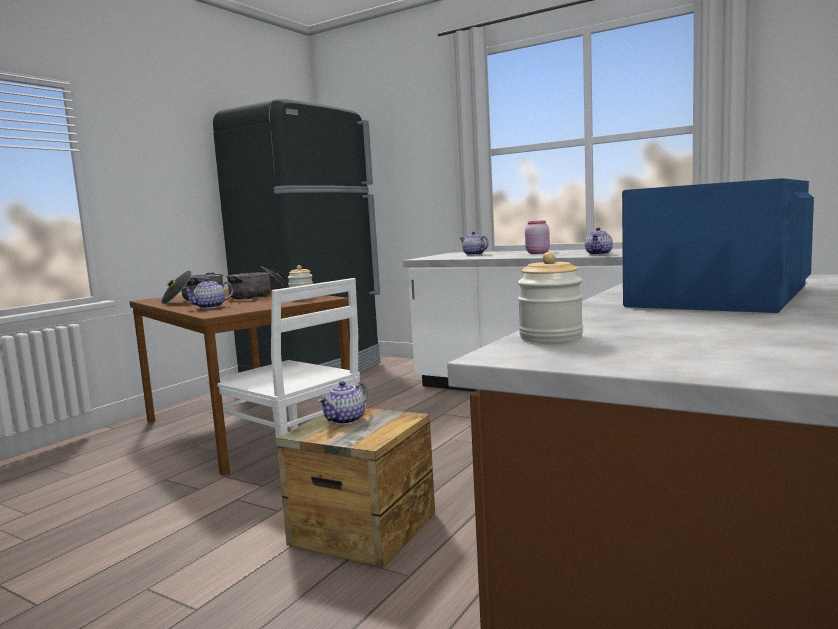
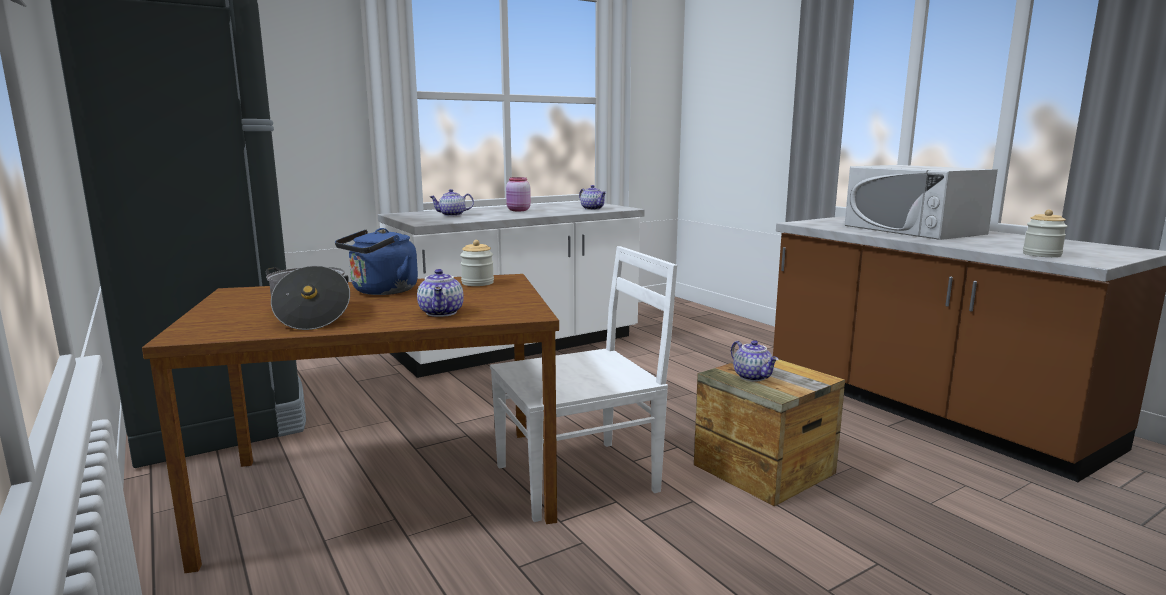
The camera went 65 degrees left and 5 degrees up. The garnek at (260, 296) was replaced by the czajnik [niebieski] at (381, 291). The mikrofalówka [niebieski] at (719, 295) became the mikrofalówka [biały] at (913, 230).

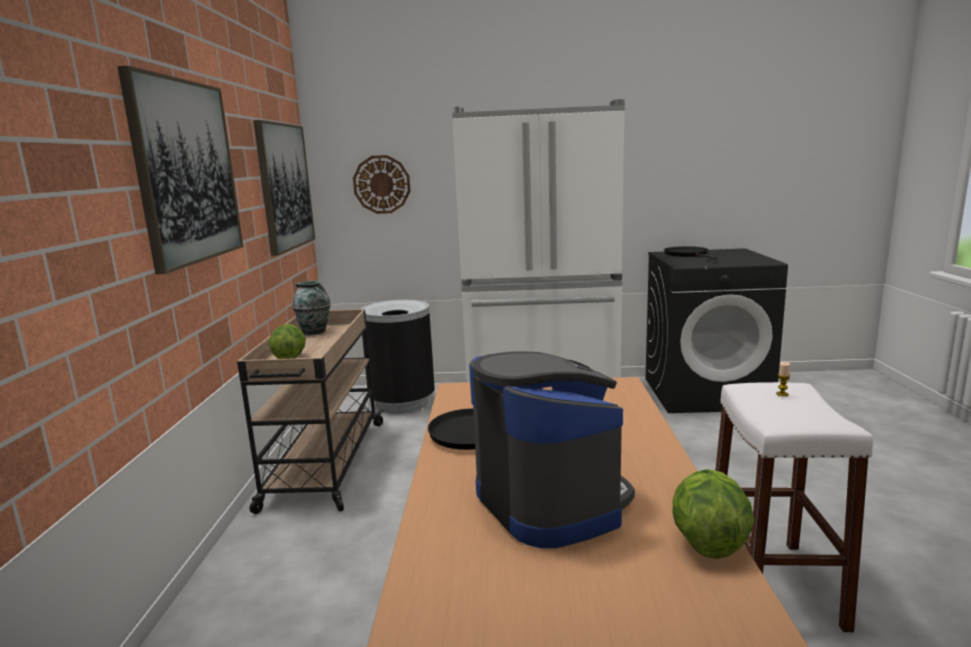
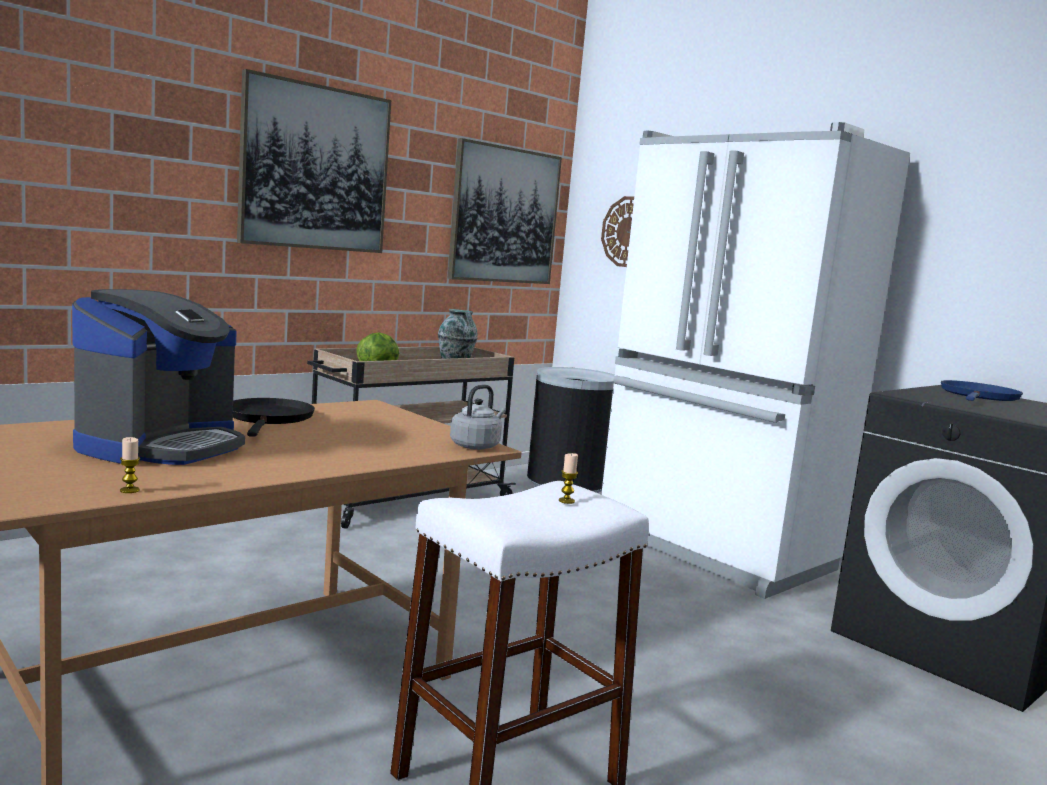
The camera went 45 degrees right and 5 degrees down. The patelnia [czarny] at (687, 255) became the patelnia [niebieski] at (979, 396). The sałata at (707, 541) was replaced by the świeca at (129, 490). The czajnik [szary] at (476, 446) appeared.

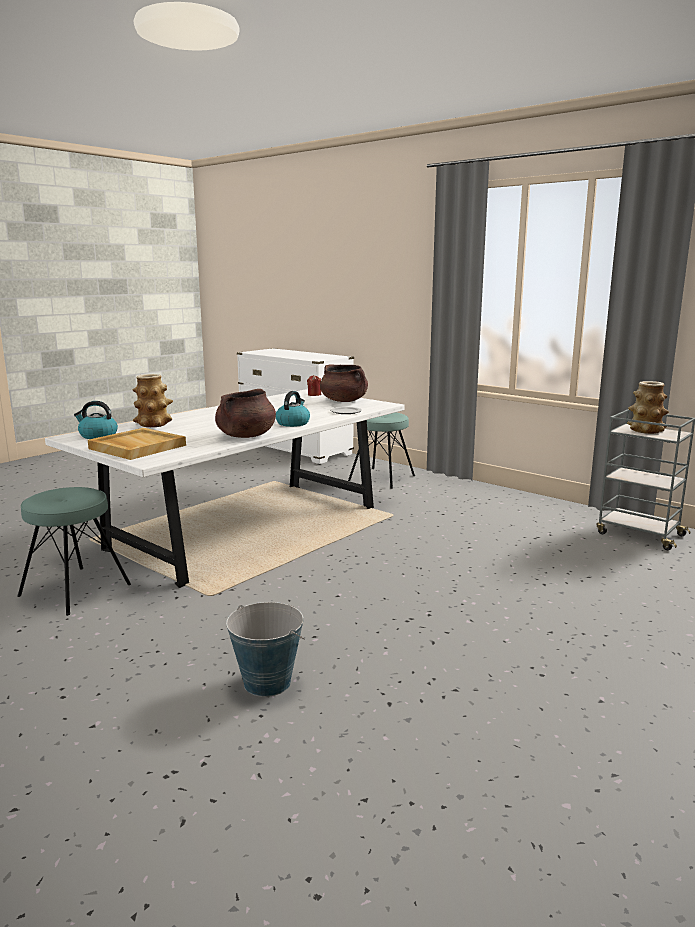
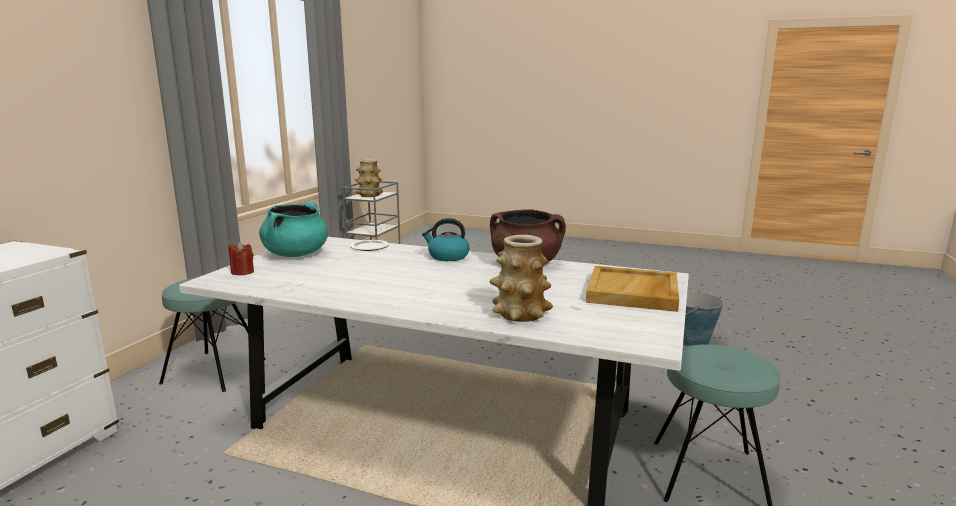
The camera went 110 degrees left and 0 degrees up. The czajnik at (97, 436) disappeared. The garnek [brązowy] at (344, 401) became the garnek [turkusowy] at (296, 254).

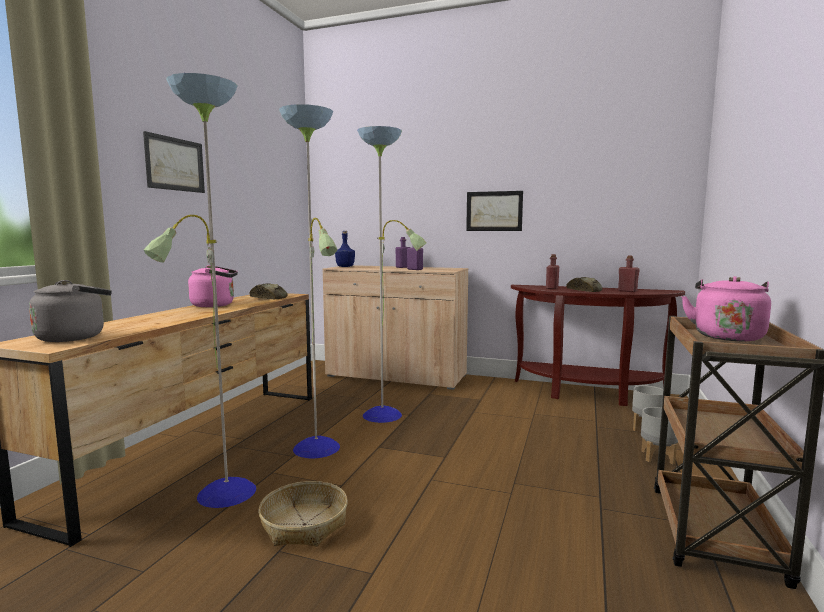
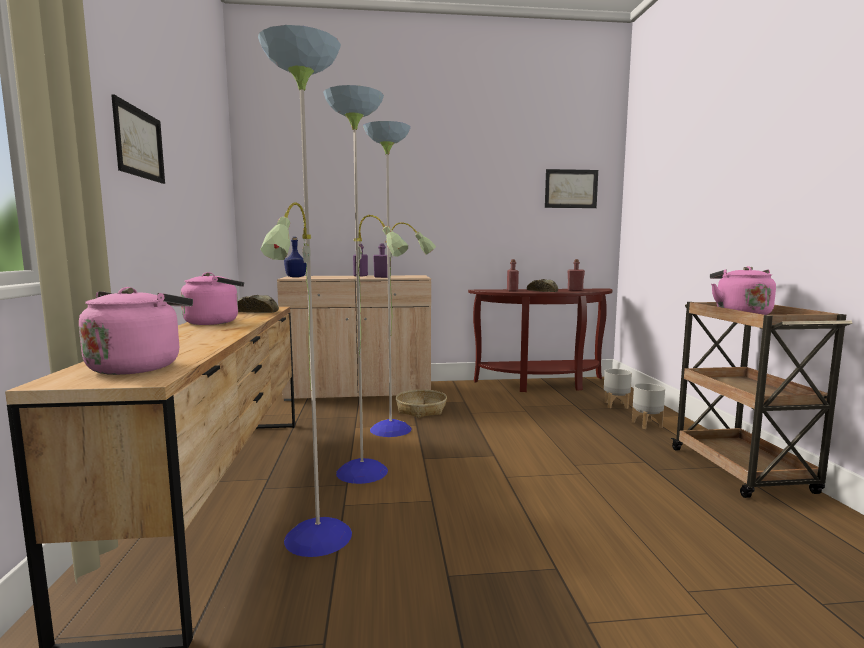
The camera went 25 degrees left and 0 degrees up. The czajnik [szary] at (75, 337) became the czajnik [różowy] at (138, 367). The koszyk moved from (304, 524) to (421, 410). The obraz moved from (494, 211) to (571, 189).

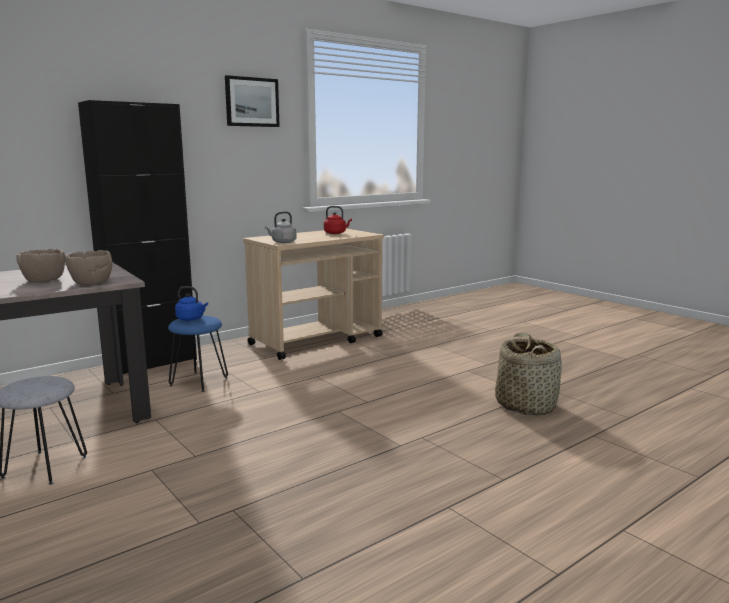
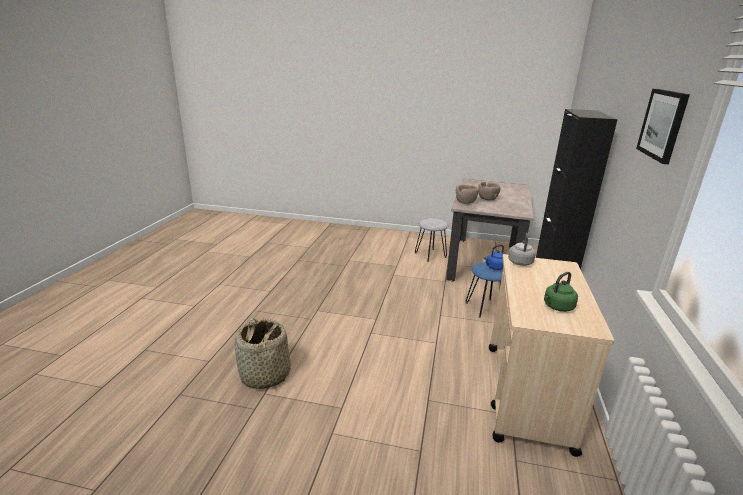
The camera went 140 degrees right and 10 degrees up. The czajnik [czerwony] at (336, 233) became the czajnik [zielony] at (557, 307).

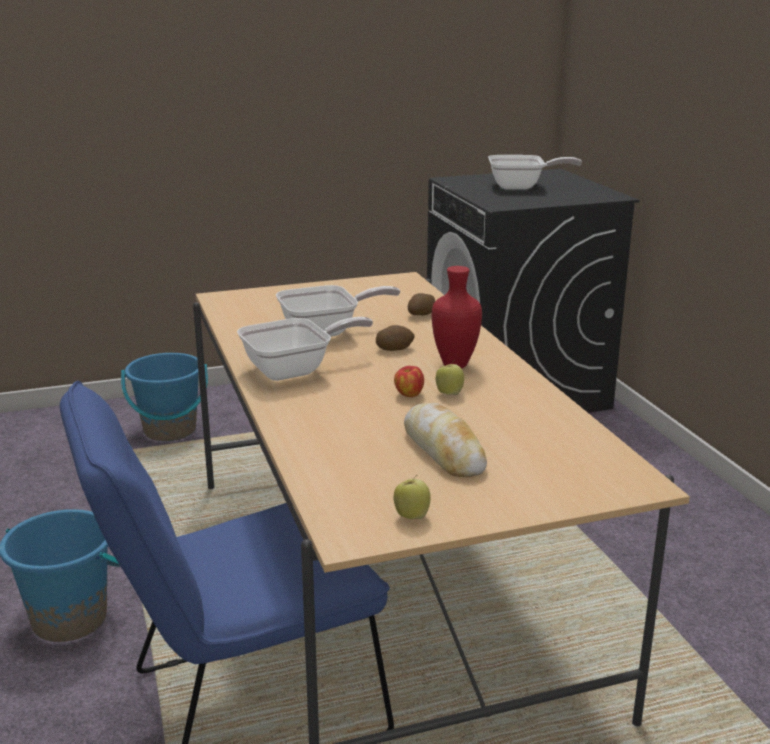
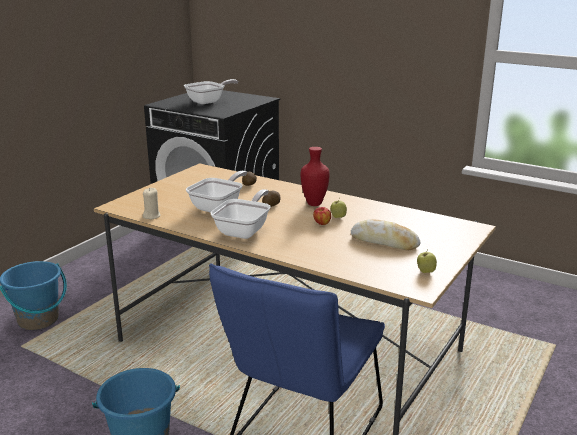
The camera went 40 degrees left and 0 degrees up. The świeca [beżowy] at (151, 216) appeared.

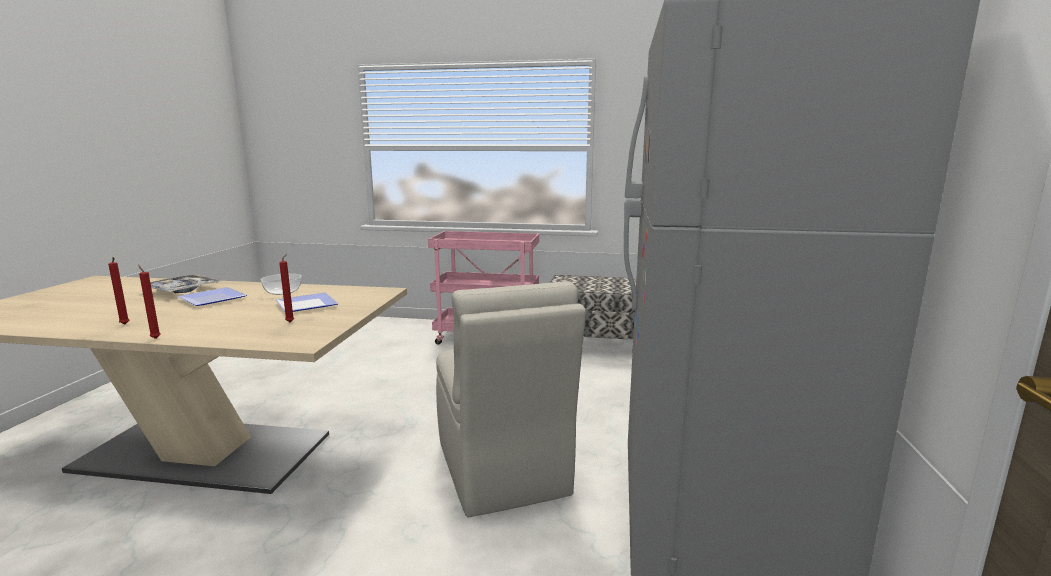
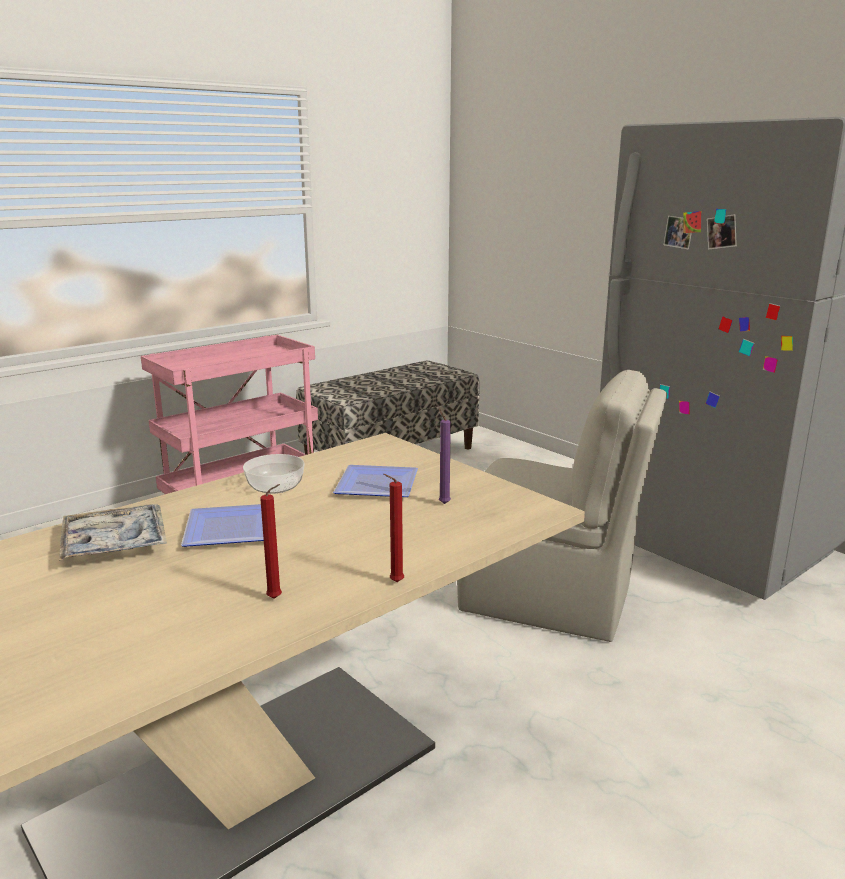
The camera went 50 degrees left and 5 degrees up. The świeca [czerwony] at (291, 322) became the świeca [fioletowy] at (443, 503).

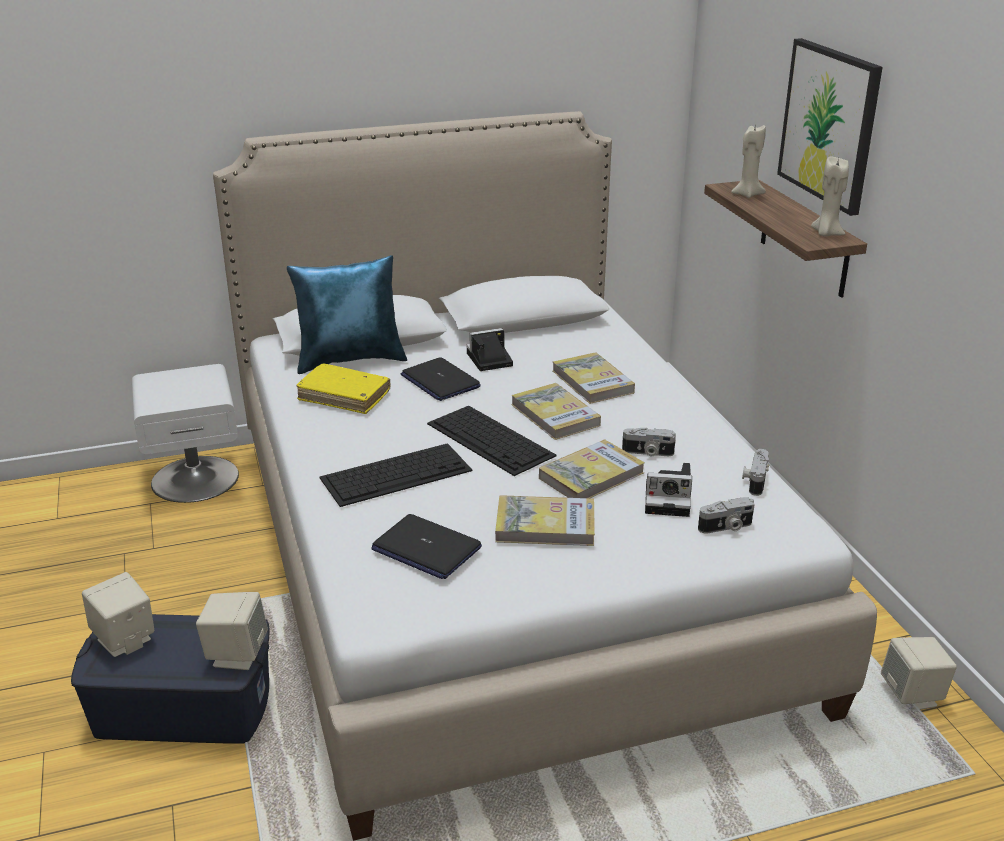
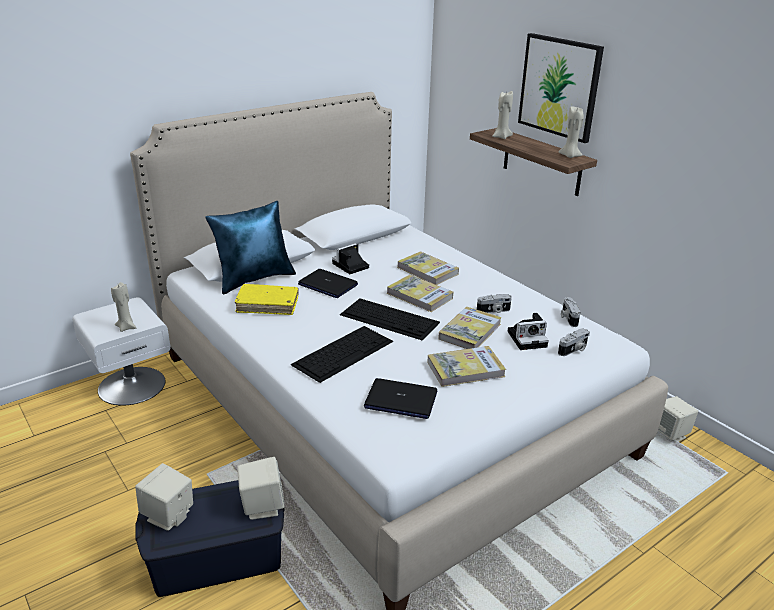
The camera went 20 degrees left and 0 degrees up. The świeca [beżowy] at (126, 327) appeared.

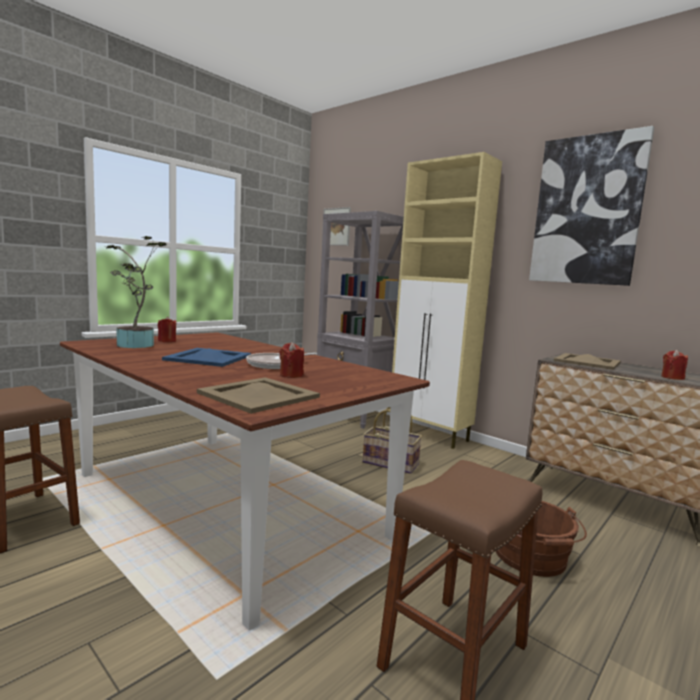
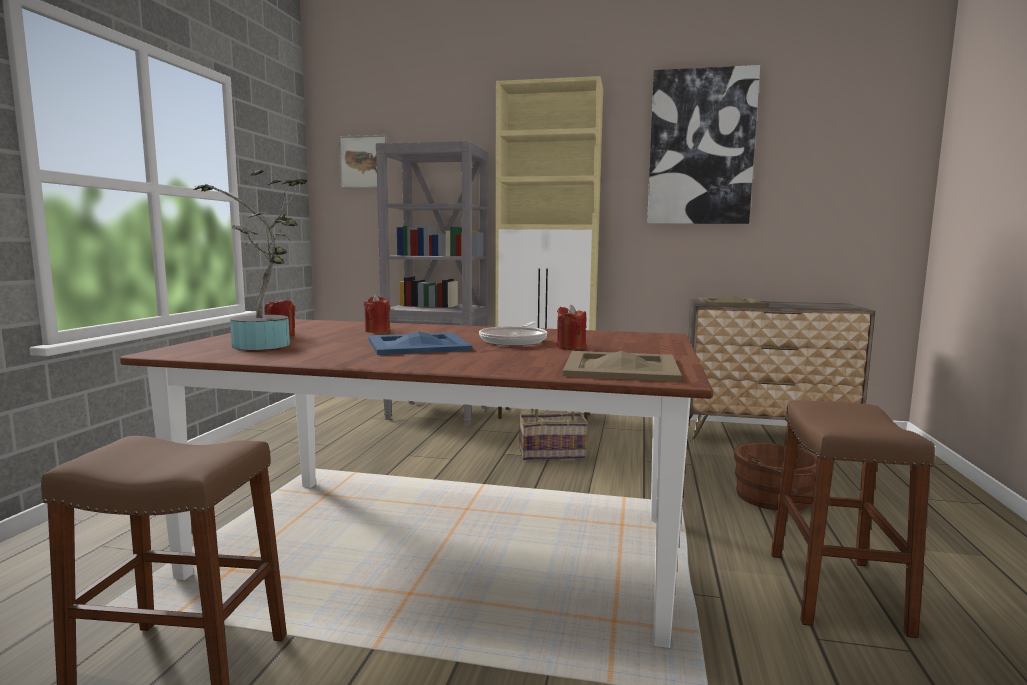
The camera went 30 degrees left and 0 degrees up. The świeca [czerwony] moved from (672, 377) to (377, 331).

